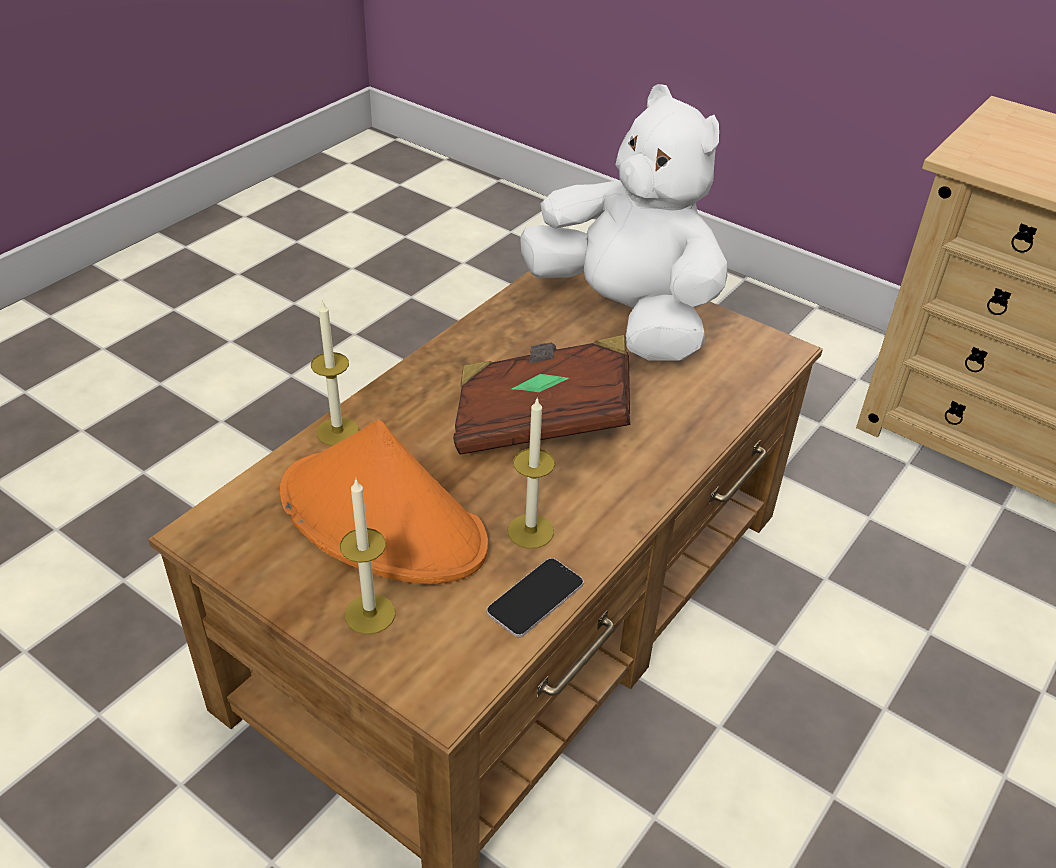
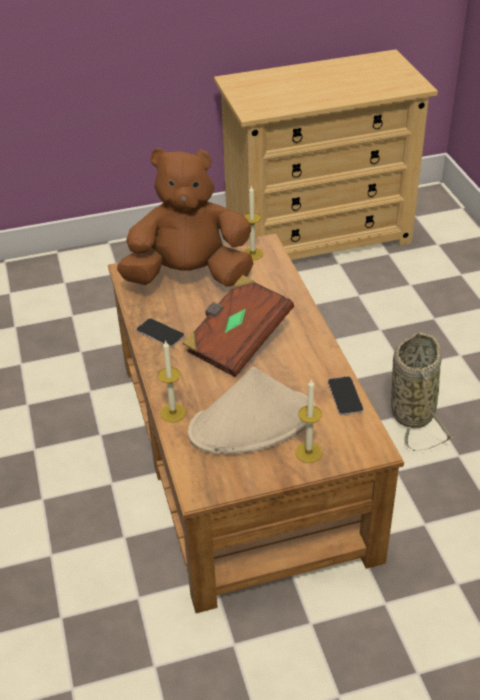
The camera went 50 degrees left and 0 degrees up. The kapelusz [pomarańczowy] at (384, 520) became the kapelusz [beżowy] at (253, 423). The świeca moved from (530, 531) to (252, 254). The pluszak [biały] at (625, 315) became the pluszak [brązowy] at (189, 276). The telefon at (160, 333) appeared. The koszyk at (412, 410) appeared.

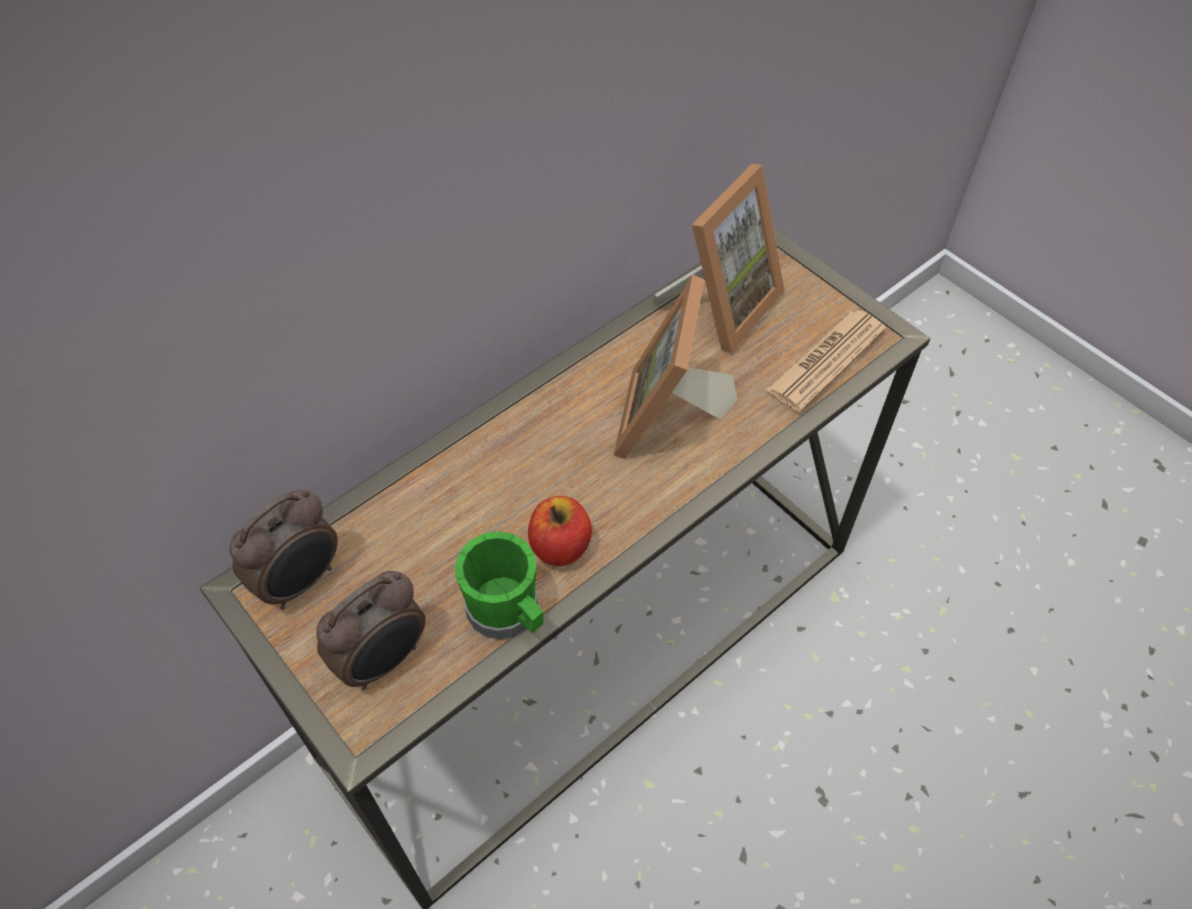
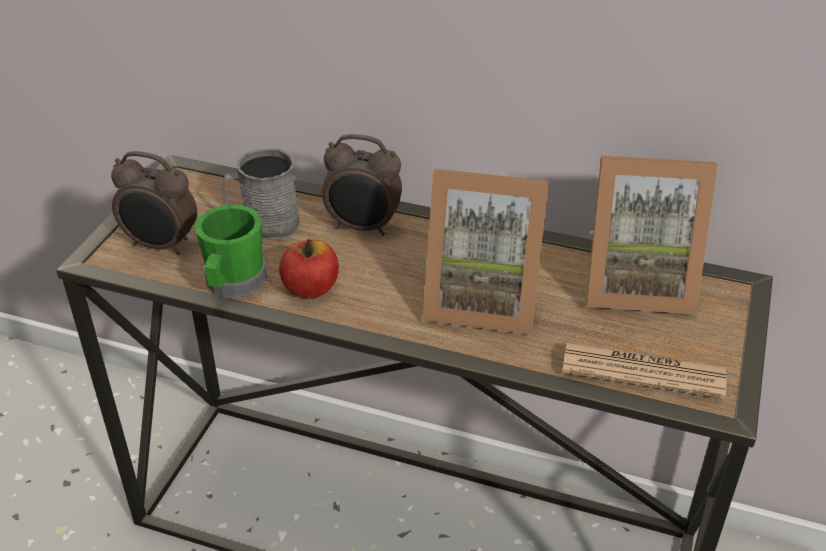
The camera went 60 degrees right and 15 degrees down. The budzik moved from (301, 581) to (363, 227). The ramka na zdjęcie at (669, 420) turned 150 degrees counterclockwise. The kubek [szary] at (263, 224) appeared.

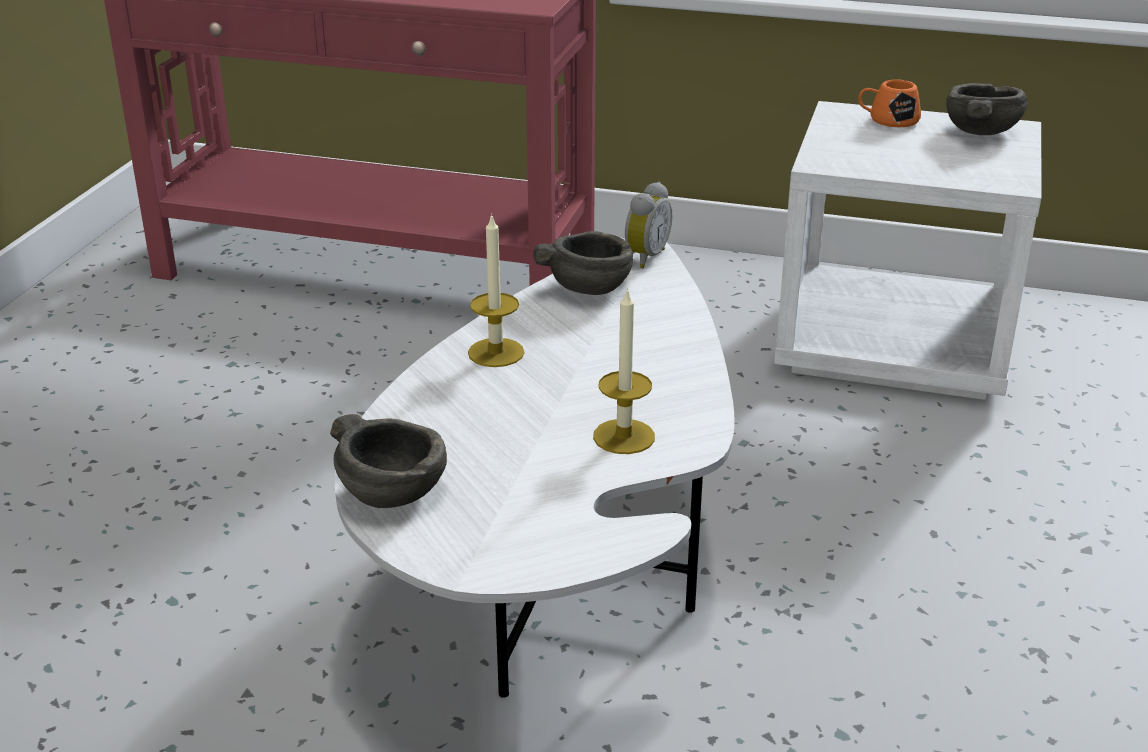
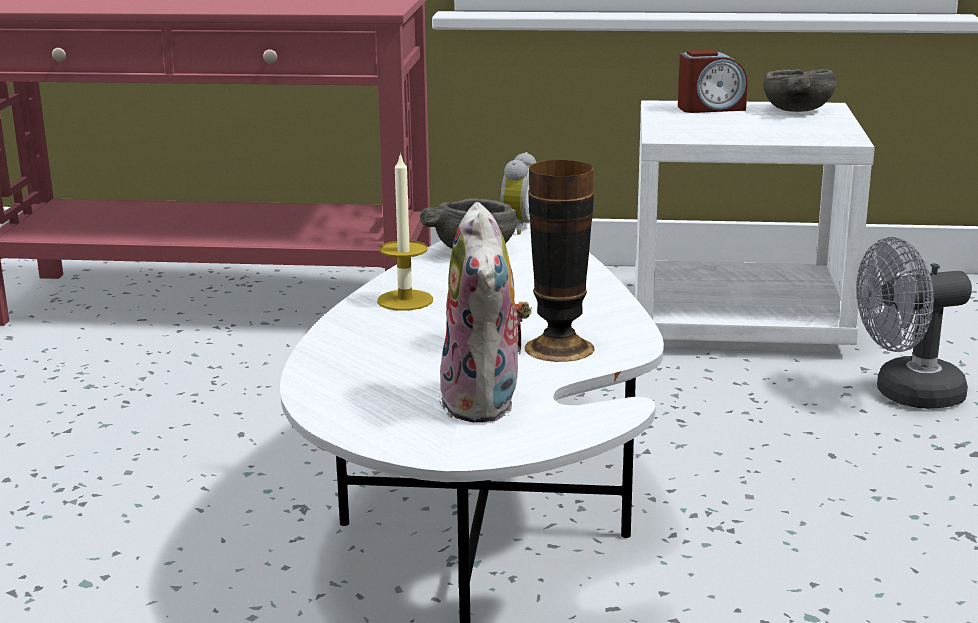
The camera went 10 degrees left and 10 degrees down. The miska [szary] at (393, 492) disappeared. The świeca at (624, 436) was replaced by the wazon at (559, 348). The kubek [pomarańczowy] at (887, 120) was replaced by the budzik at (710, 108). The pluszak at (486, 403) appeared. The wentylator [szary] at (906, 395) appeared.

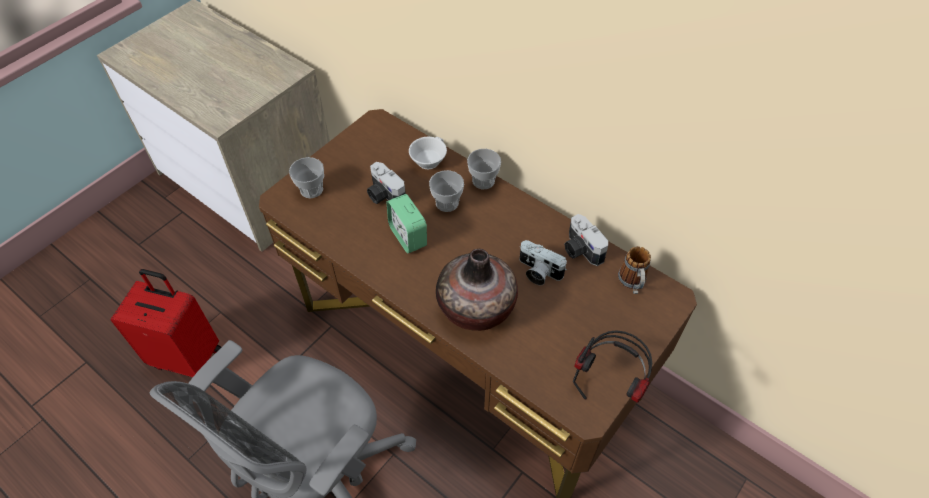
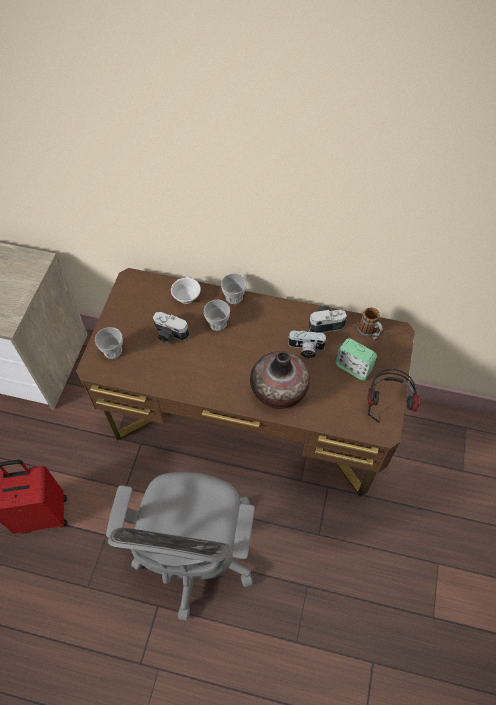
The camera went 25 degrees left and 5 degrees up. The budzik moved from (408, 236) to (353, 367). The aparat fotograficzny at (580, 250) turned 135 degrees clockwise.

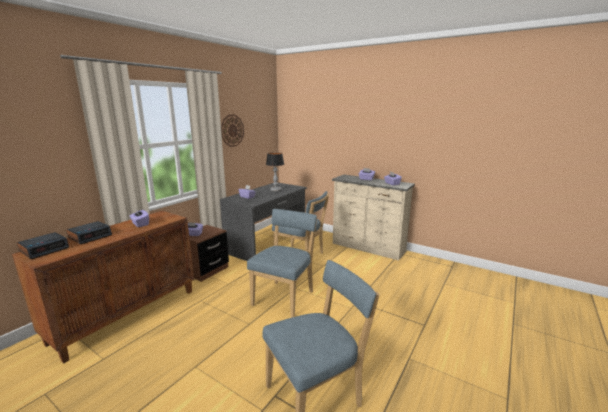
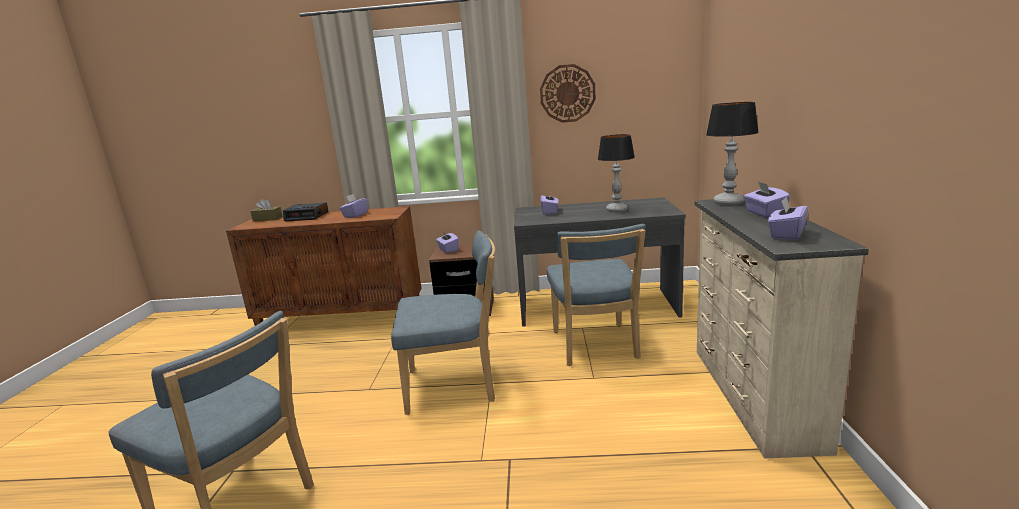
The camera went 60 degrees right and 0 degrees up. The budzik at (45, 249) was replaced by the pudełko chusteczek [brązowy] at (267, 219). The lampa stołowa at (728, 203) appeared.

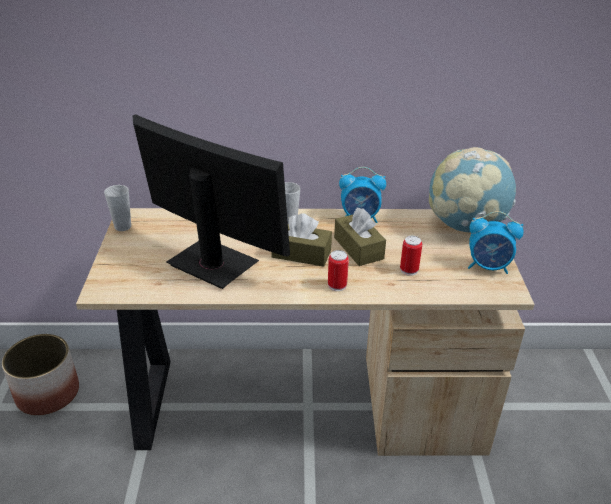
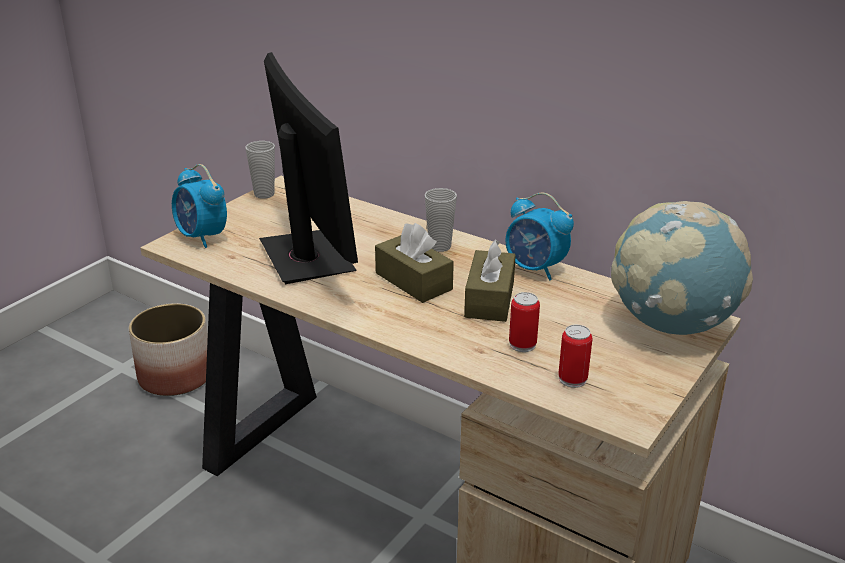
The camera went 35 degrees right and 5 degrees down. The puszka moved from (337, 285) to (572, 379). The budzik moved from (488, 267) to (202, 237).

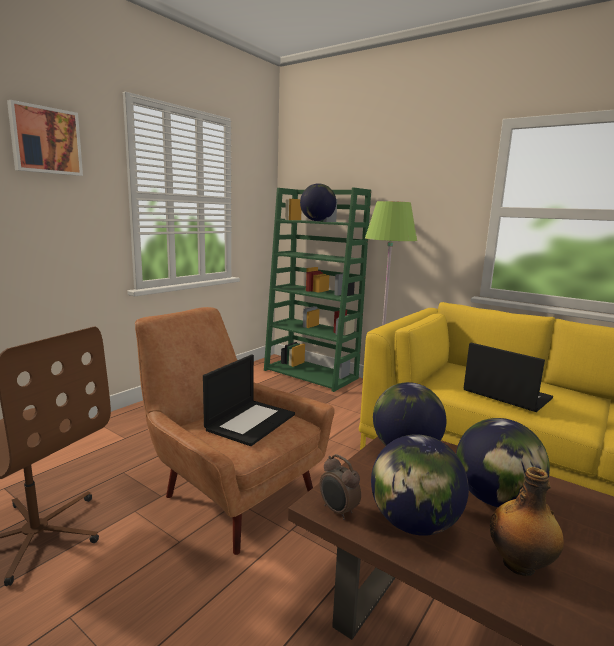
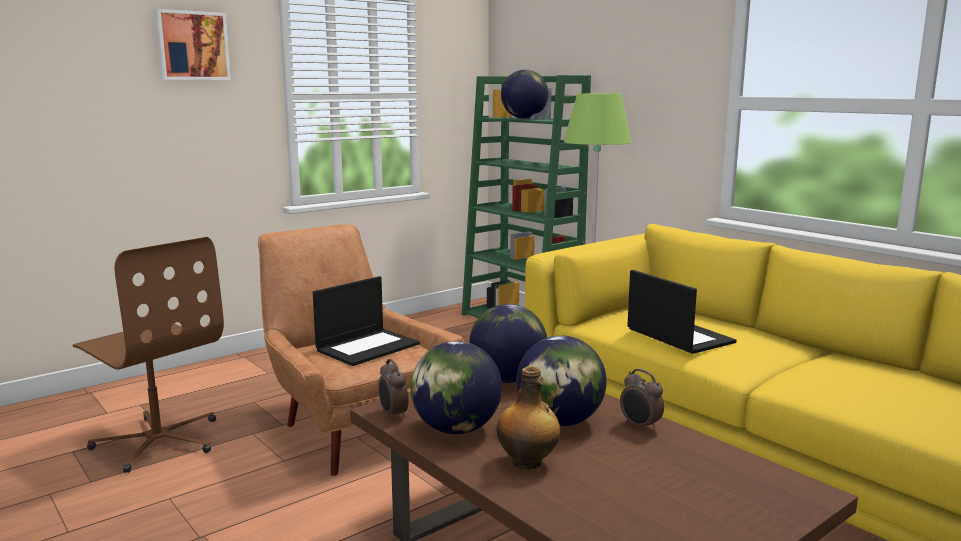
The camera went 15 degrees right and 0 degrees up. The budzik at (640, 427) appeared.

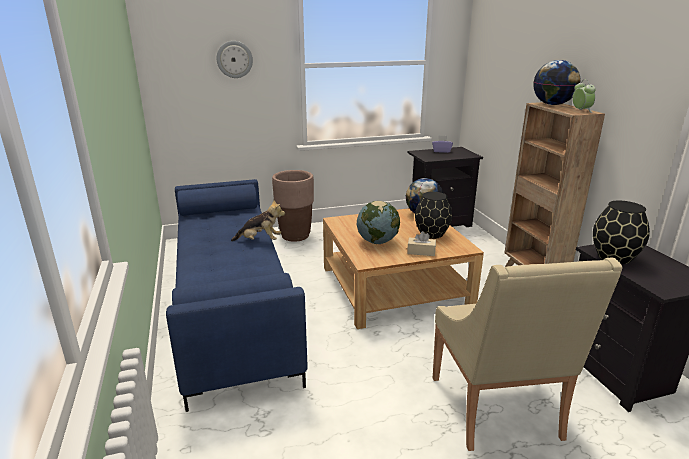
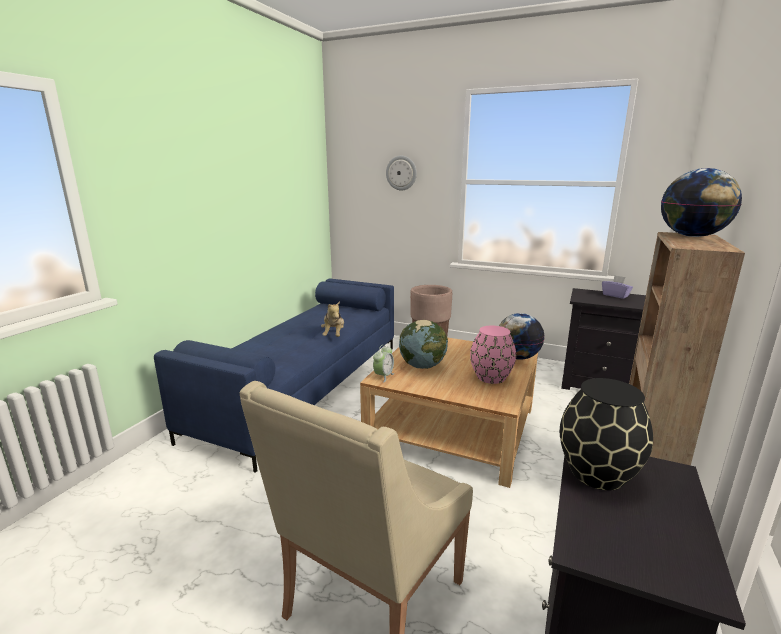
The camera went 40 degrees right and 5 degrees down. The pluszak at (260, 241) turned 45 degrees clockwise. The pudełko chusteczek [beżowy] at (421, 252) disappeared. The wazon [czarny] at (431, 234) became the wazon [różowy] at (490, 377). The budzik moved from (581, 111) to (383, 376).

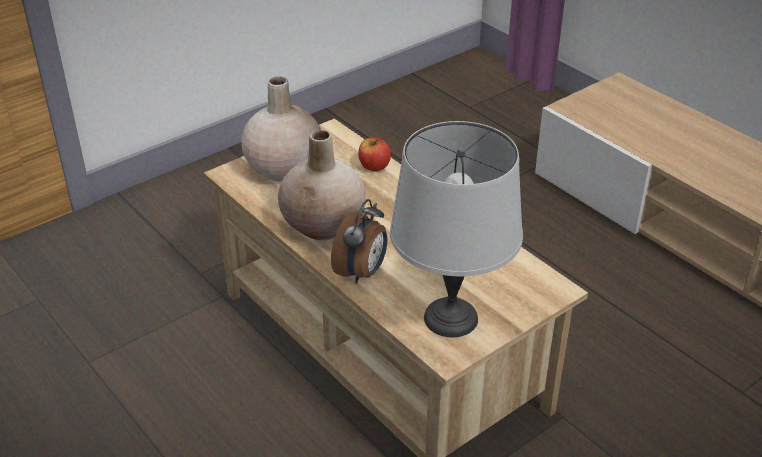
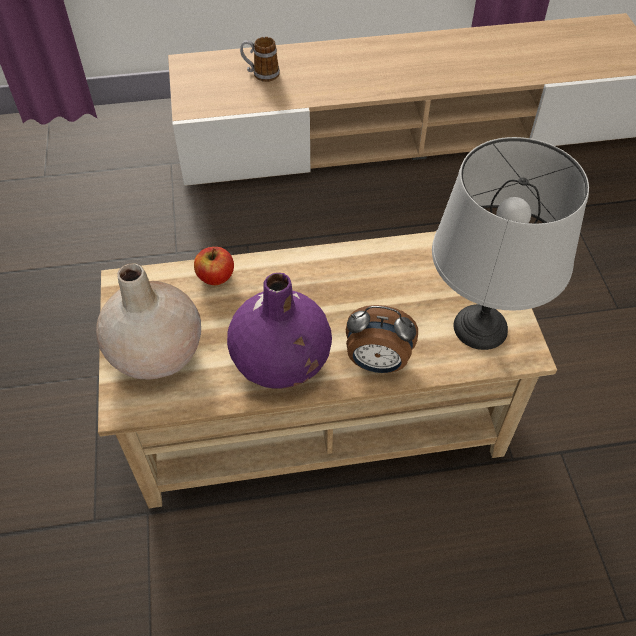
The camera went 60 degrees left and 15 degrees up. The wazon [beżowy] at (324, 225) became the wazon [fioletowy] at (281, 360). The budzik at (362, 272) turned 135 degrees clockwise. The kubek at (261, 74) appeared.

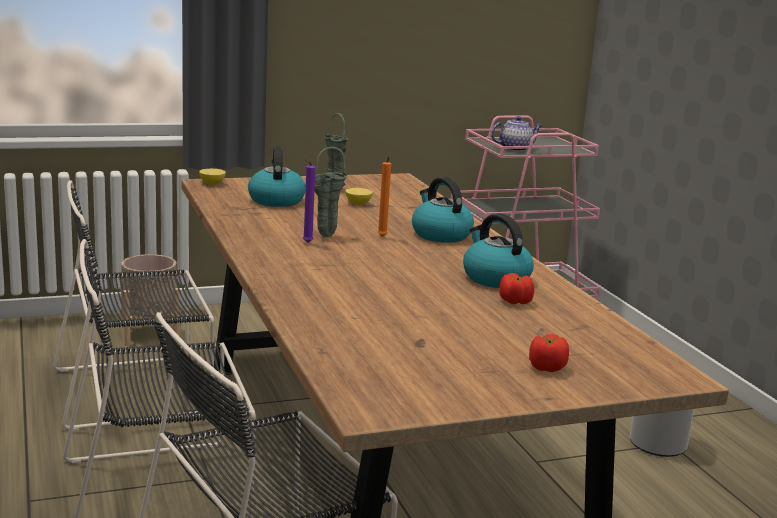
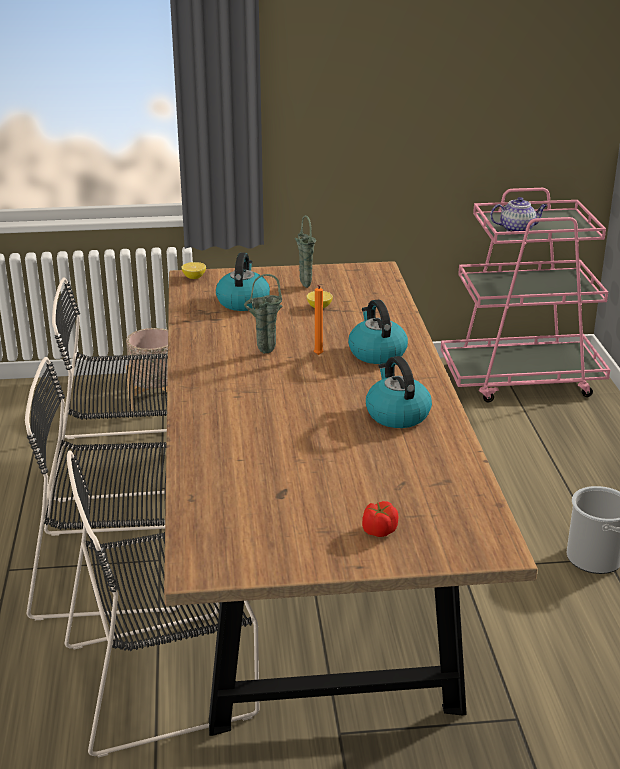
The camera went 15 degrees right and 10 degrees up. The świeca [fioletowy] at (306, 243) disappeared. The pomidor at (515, 301) disappeared.

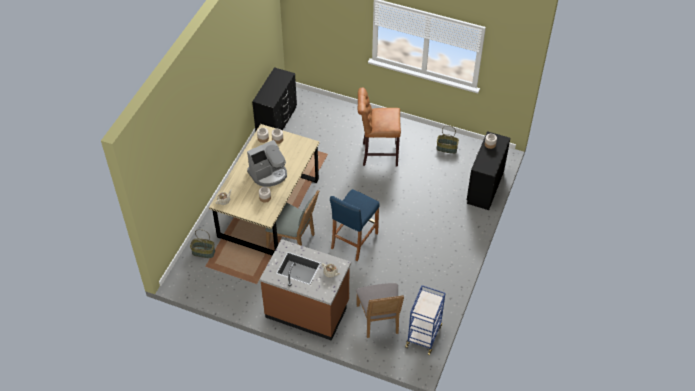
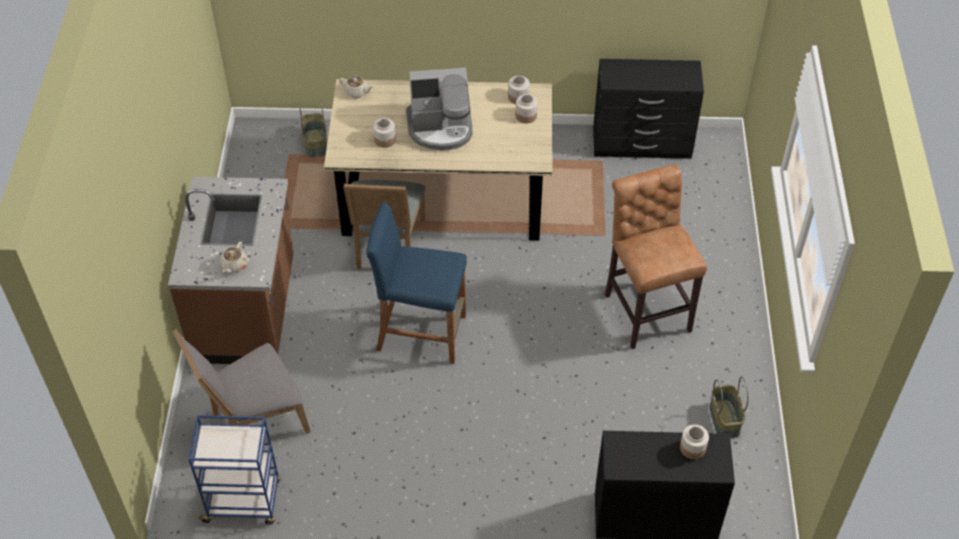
The camera went 70 degrees right and 0 degrees up. The ekspres do kawy at (268, 174) turned 45 degrees counterclockwise.

